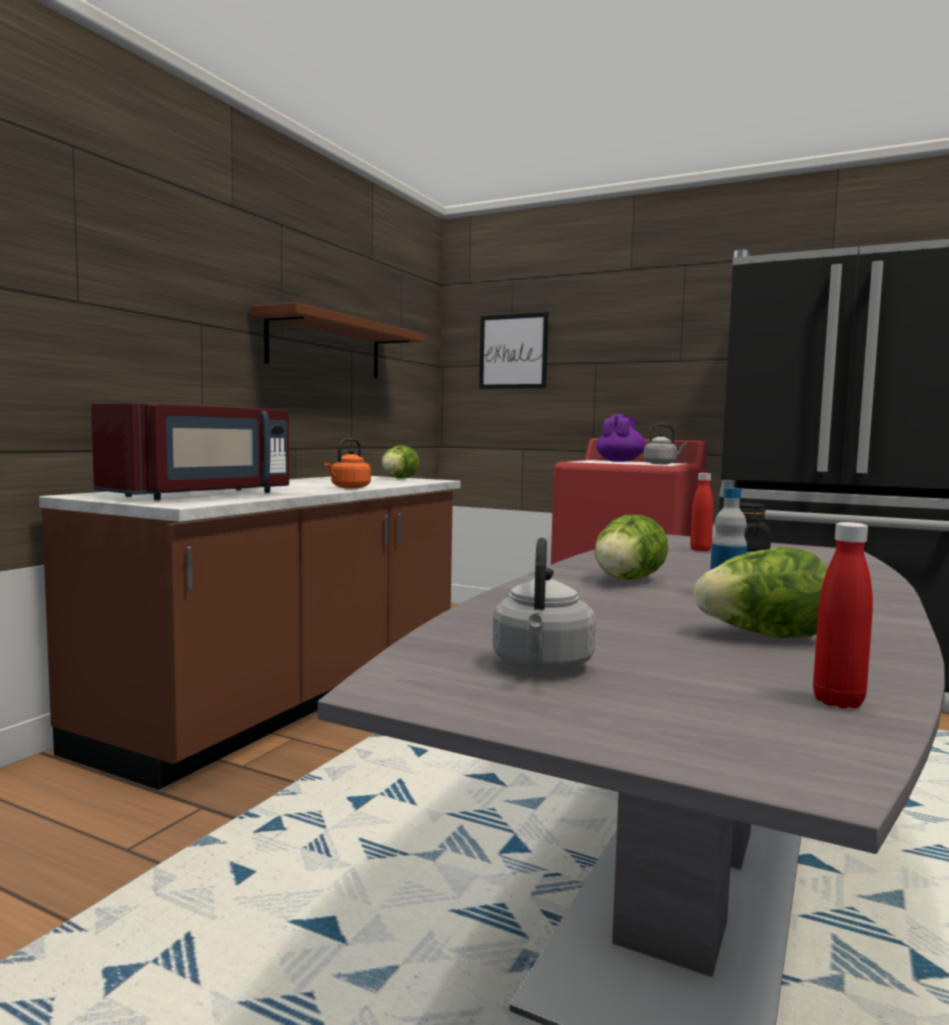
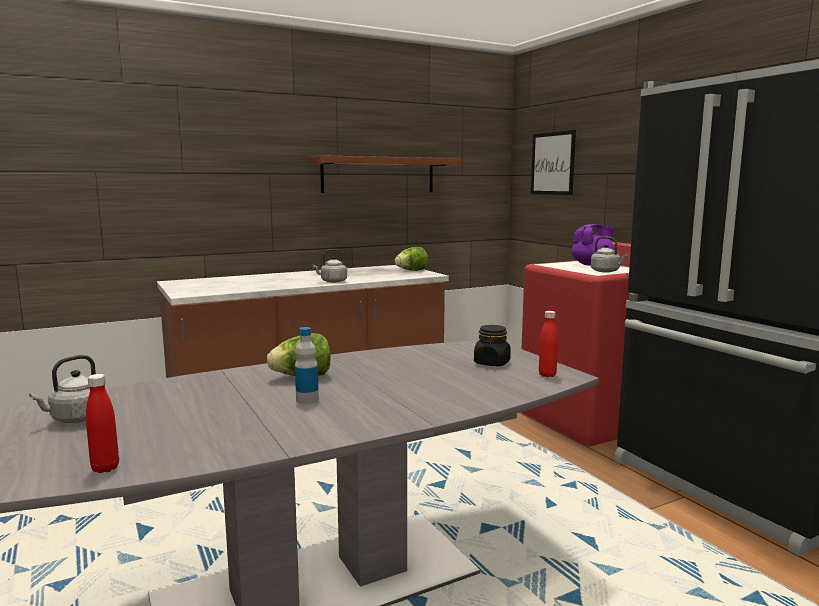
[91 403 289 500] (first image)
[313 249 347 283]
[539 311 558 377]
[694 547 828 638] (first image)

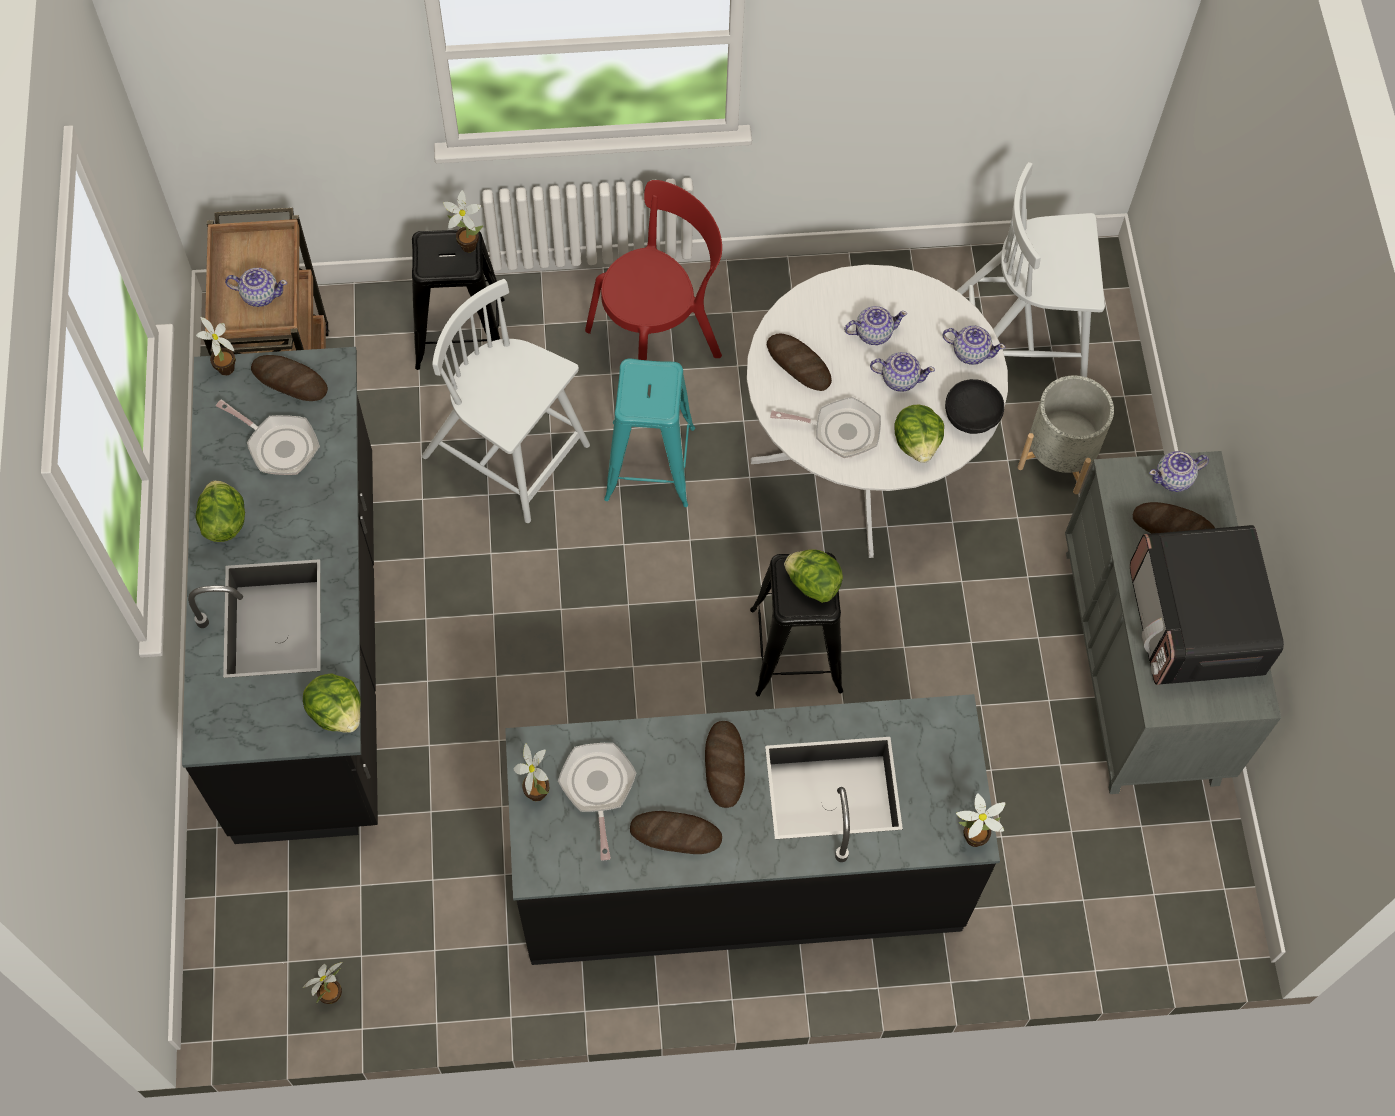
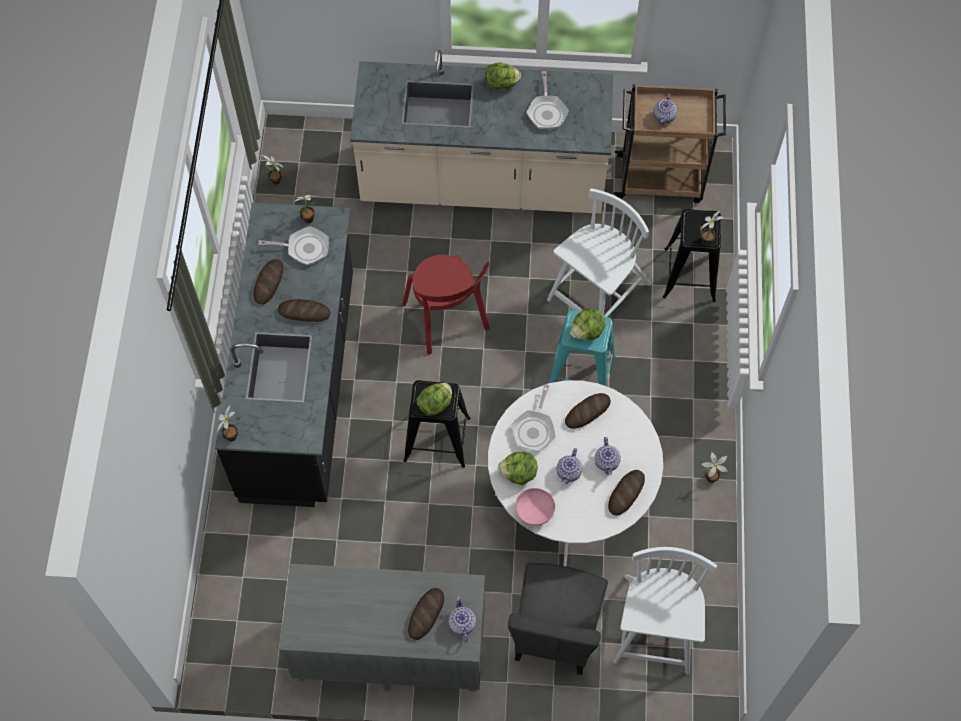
[350 50 613 214]
[701 452 728 483]
[526 71 569 129]
[608 470 645 516]
[570 308 605 340]
[402 254 490 355]
[942 325 1005 365] (first image)
[515 488 555 526]
[508 563 608 675]
[1130 525 1284 685] (first image)

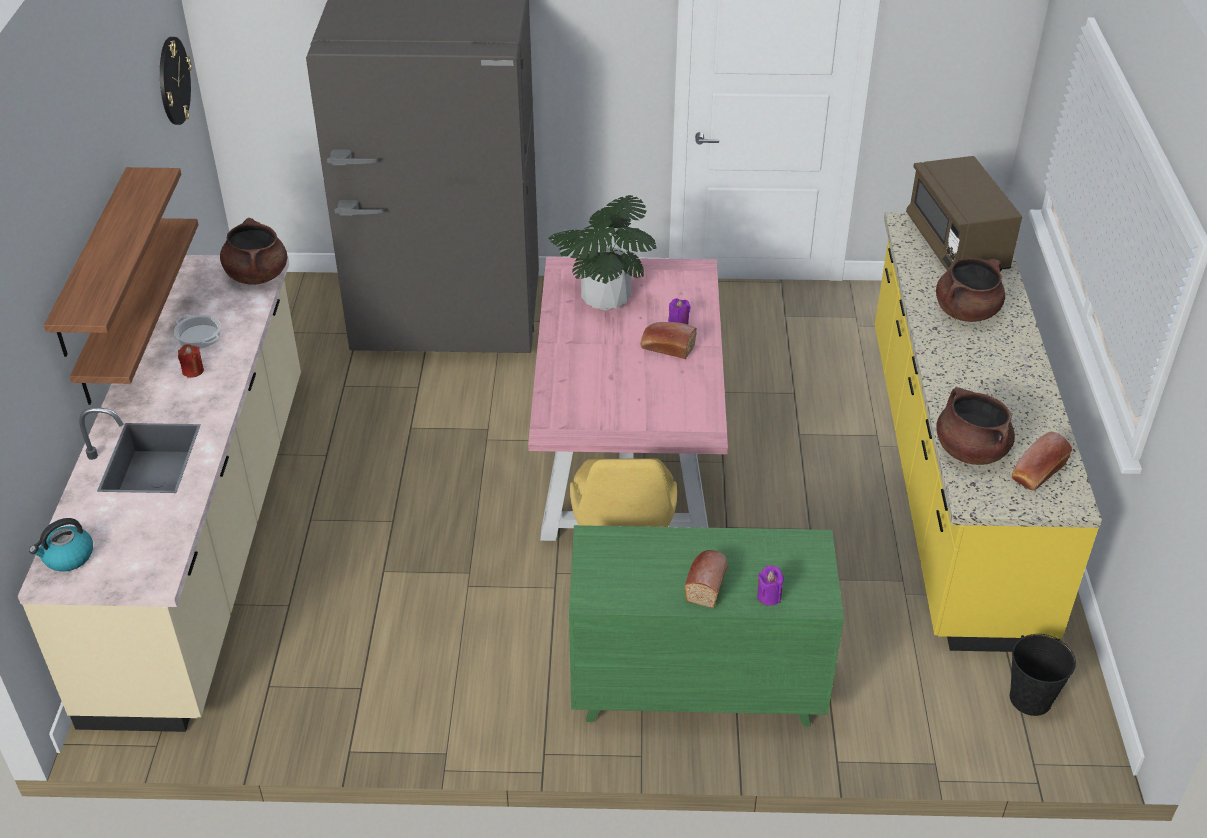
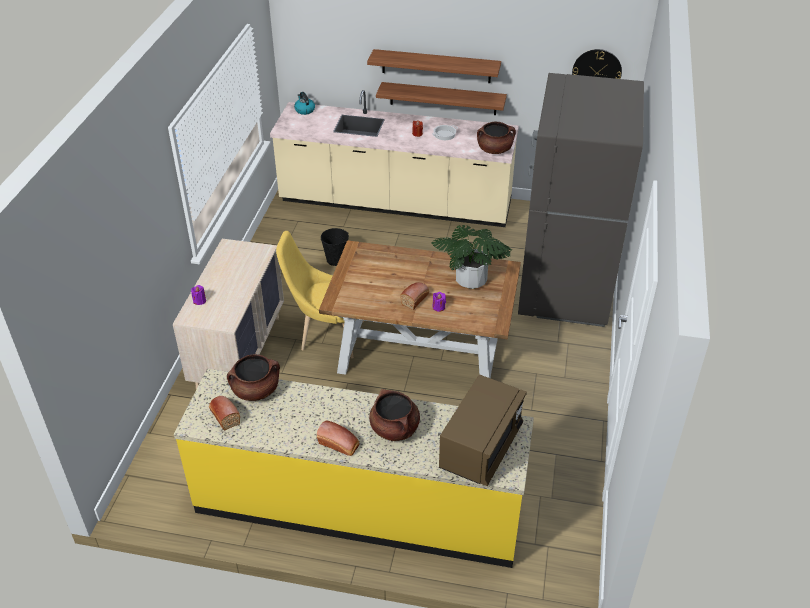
[319 240 521 378]
[173 239 284 389]
[317 420 359 456]
[439 375 527 486]
[321 228 349 266]

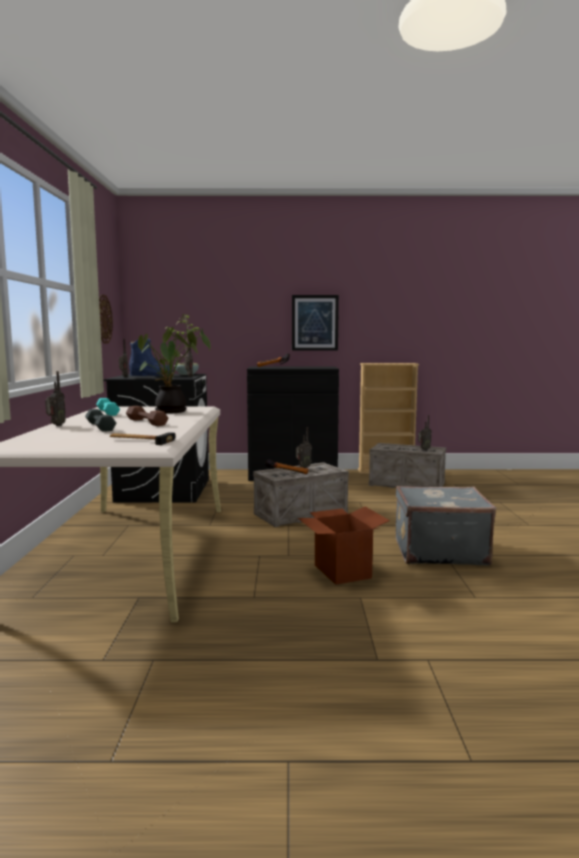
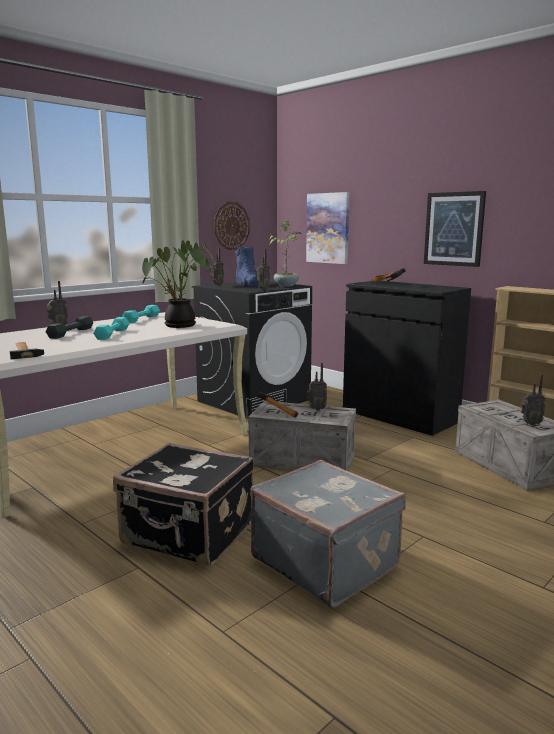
[93 317 130 340]
[113 442 254 566]
[306 192 350 264]

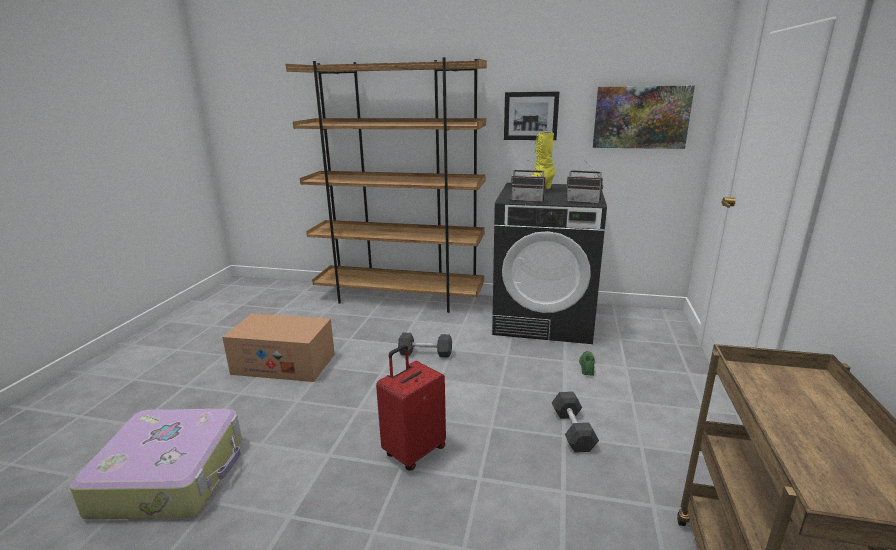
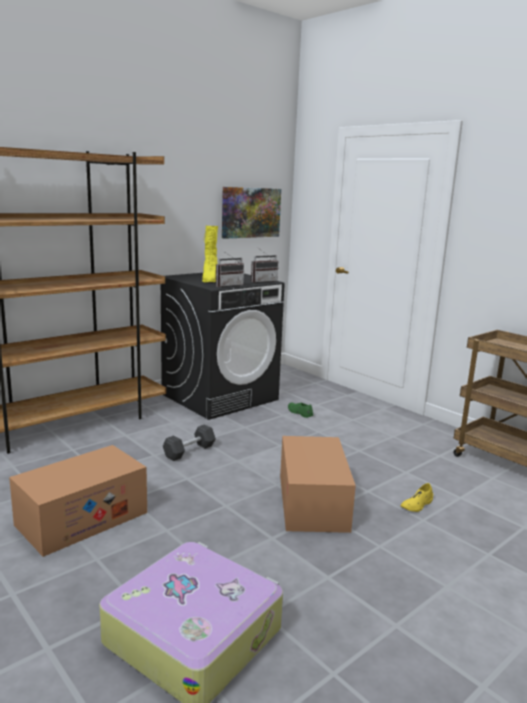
[280 436 356 533]
[504 91 560 140] (first image)
[552 391 599 453] (first image)
[401 483 433 512]

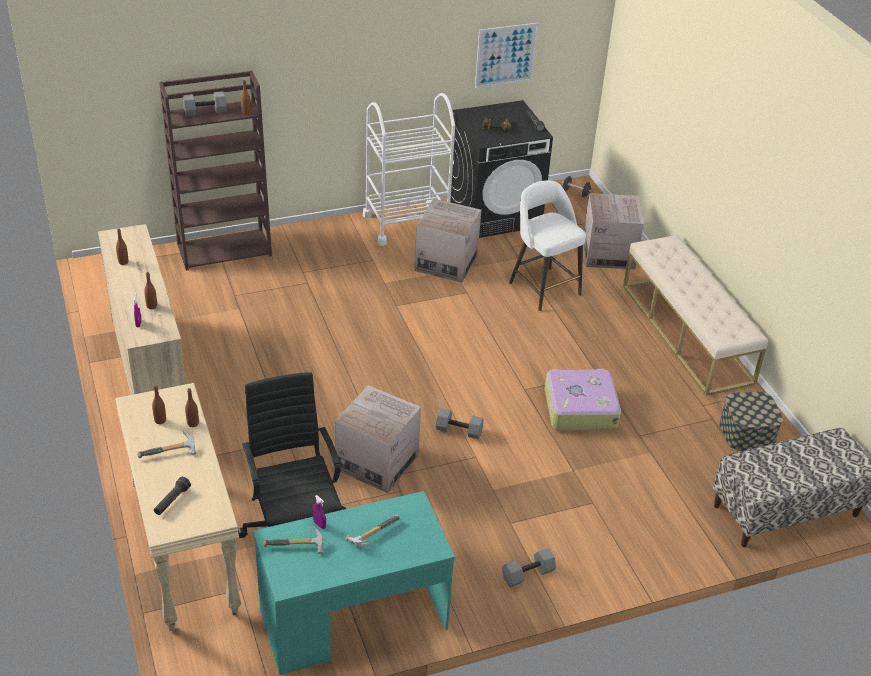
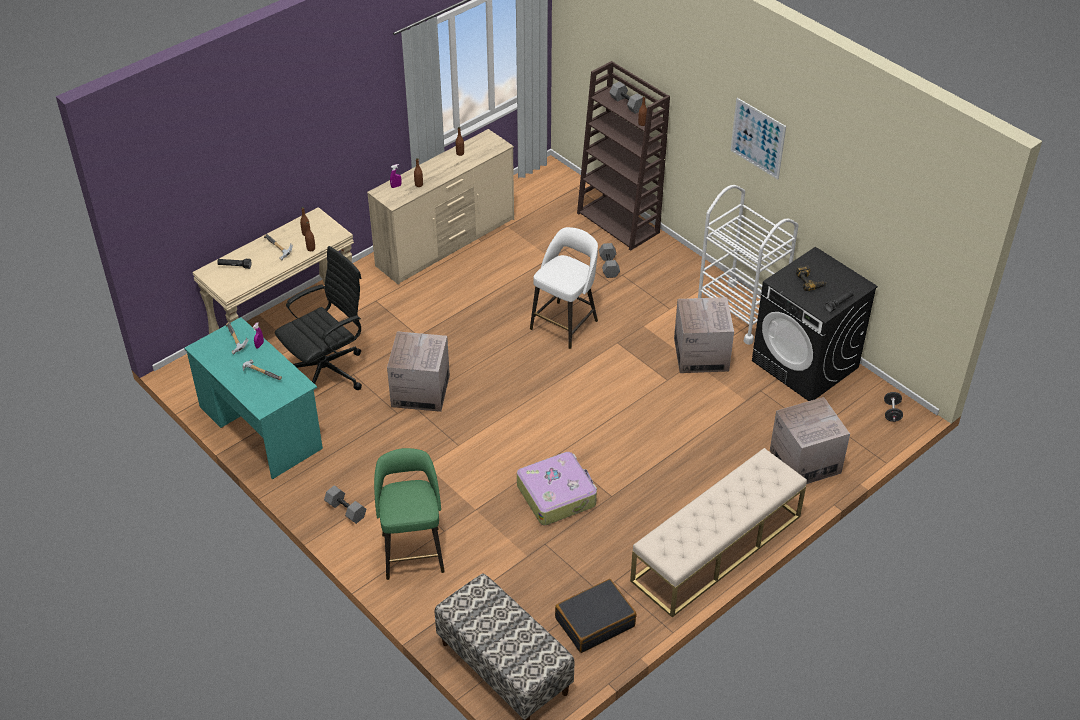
[599 243 620 278]
[730 98 786 179]
[530 227 598 349]
[555 579 636 653]
[374 448 445 580]

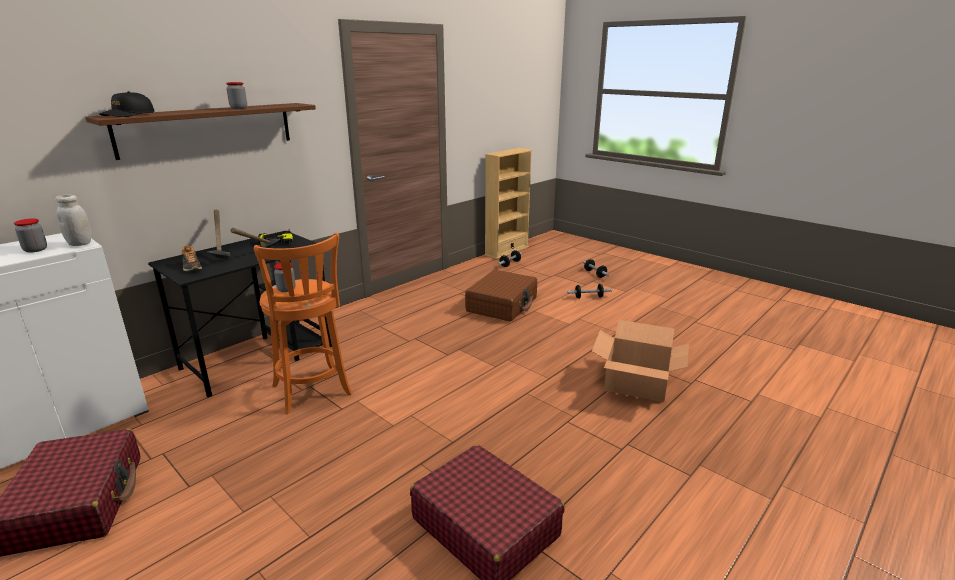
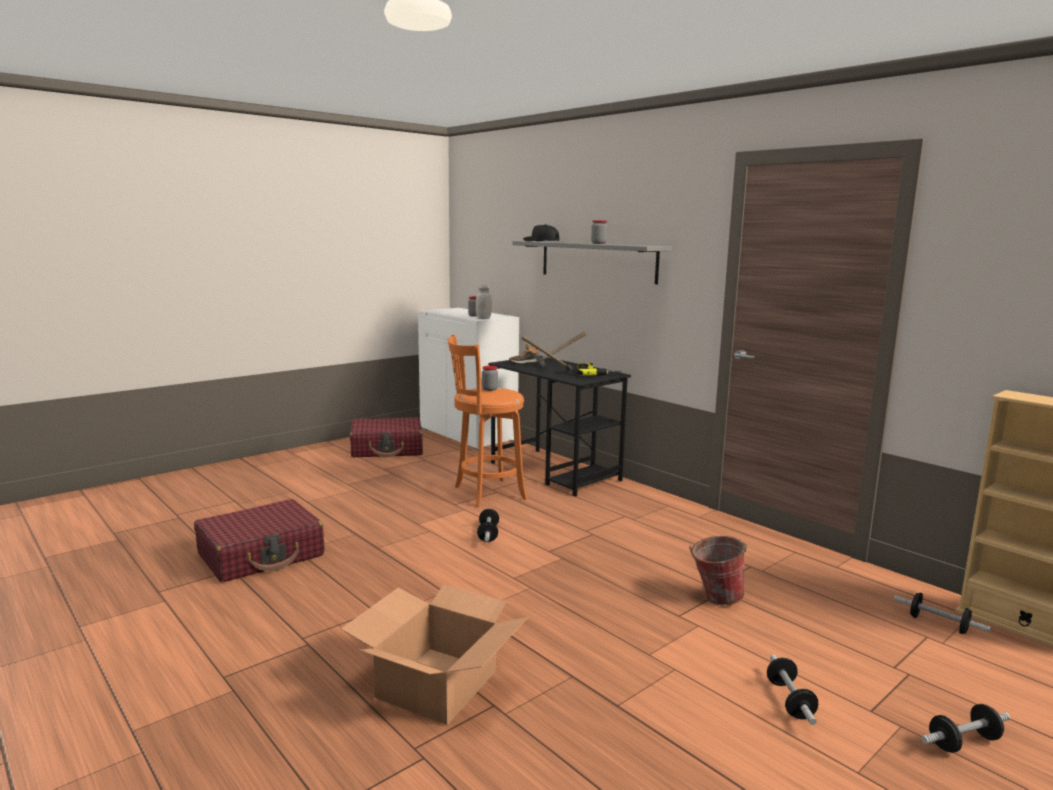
[512 241 671 284]
[689 536 748 605]
[477 509 499 542]

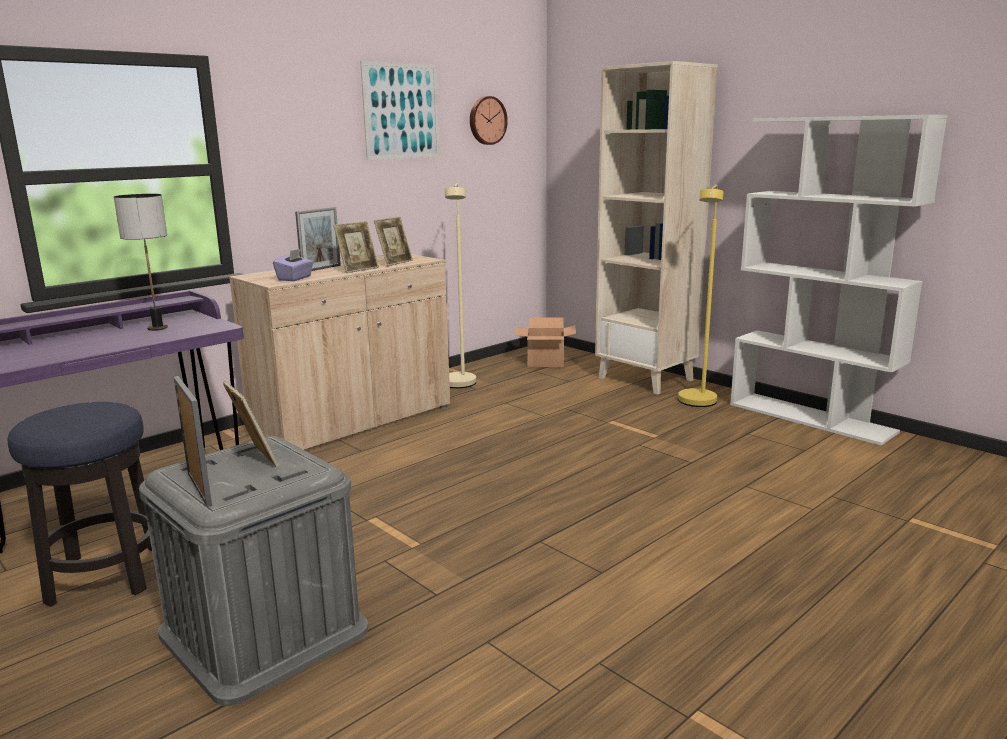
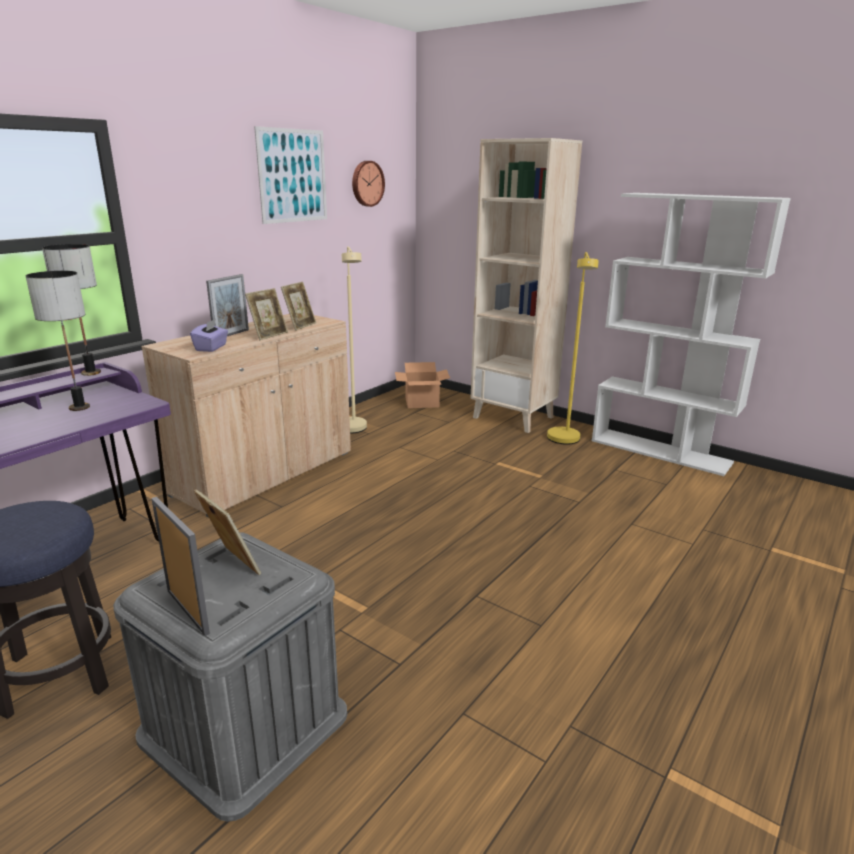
[42 244 101 376]

